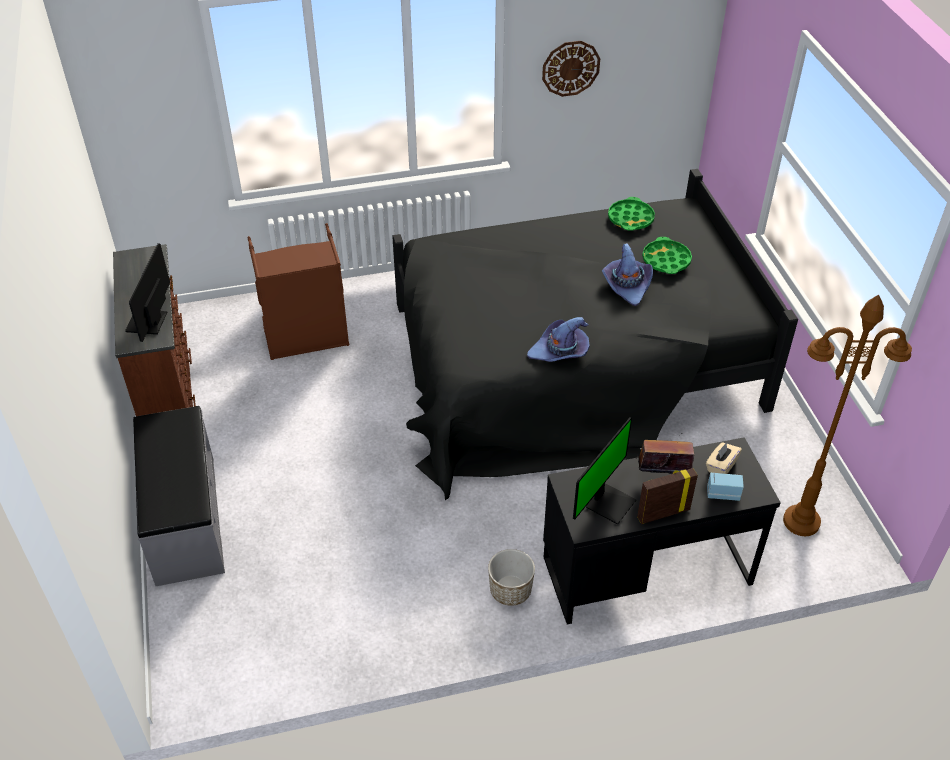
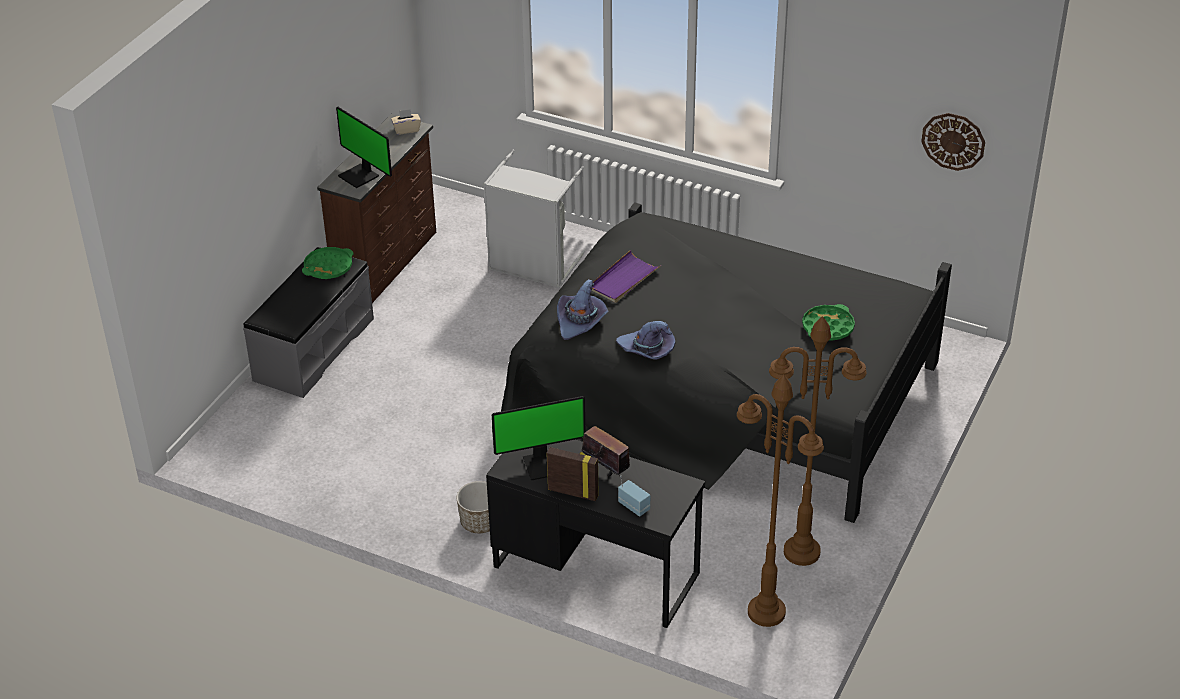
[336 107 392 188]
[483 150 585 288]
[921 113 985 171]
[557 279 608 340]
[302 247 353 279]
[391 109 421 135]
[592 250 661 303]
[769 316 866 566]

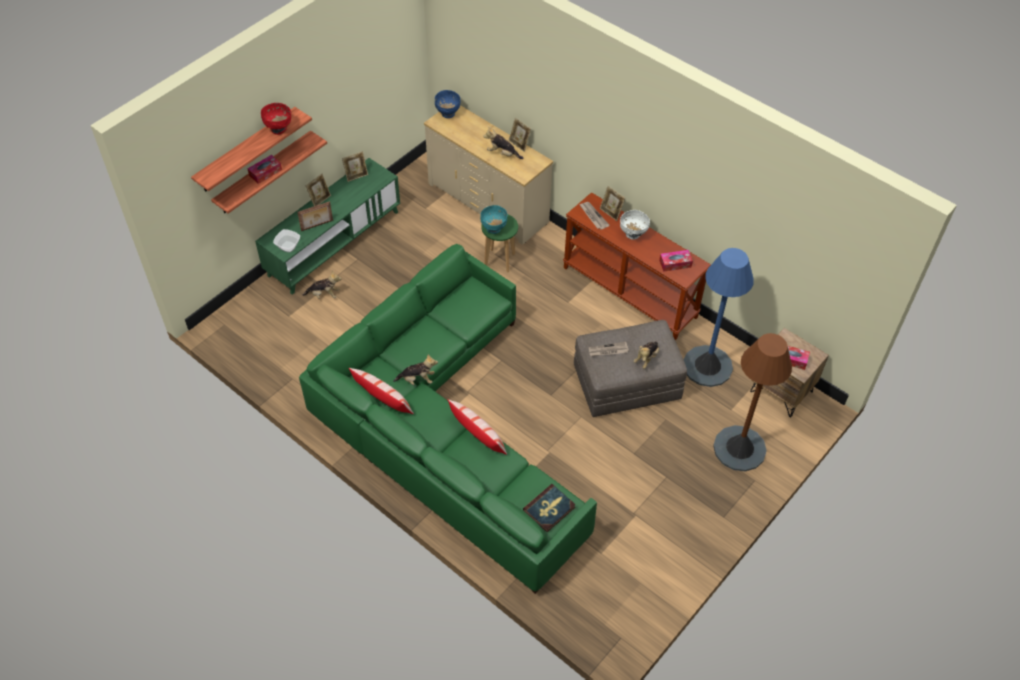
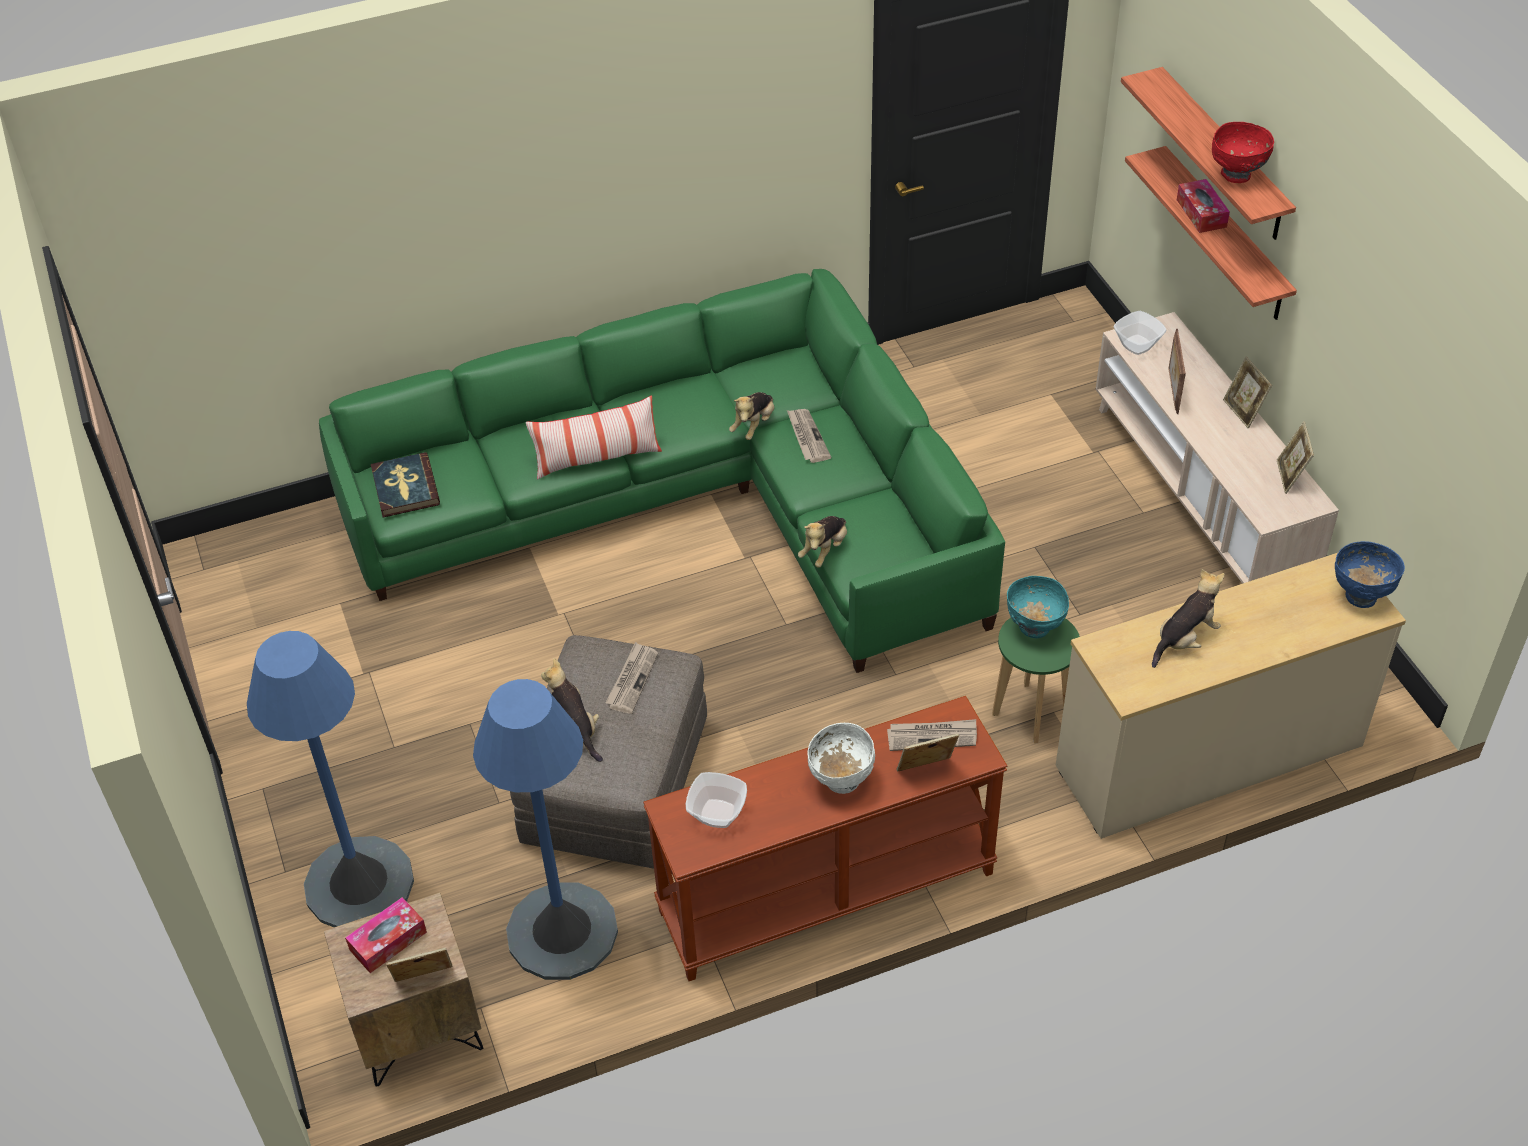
[1096 312 1339 584]
[798 516 847 568]
[349 368 414 414] (first image)
[386 948 453 982]
[686 772 747 828]
[247 631 414 927]
[787 409 831 463]

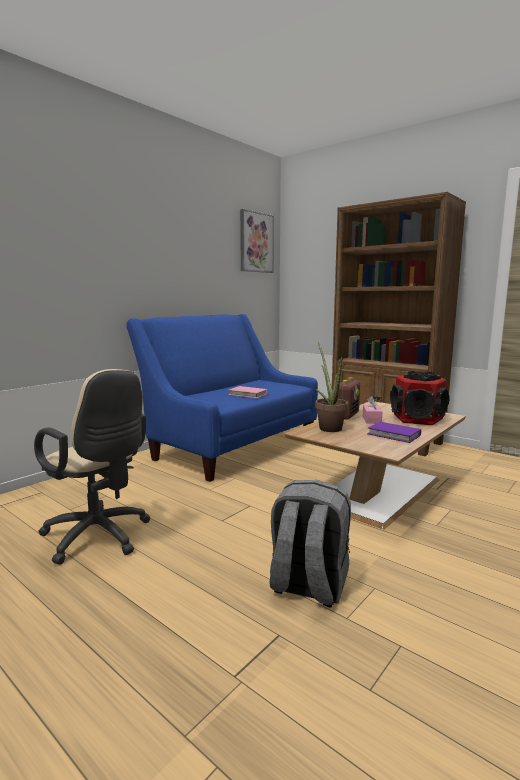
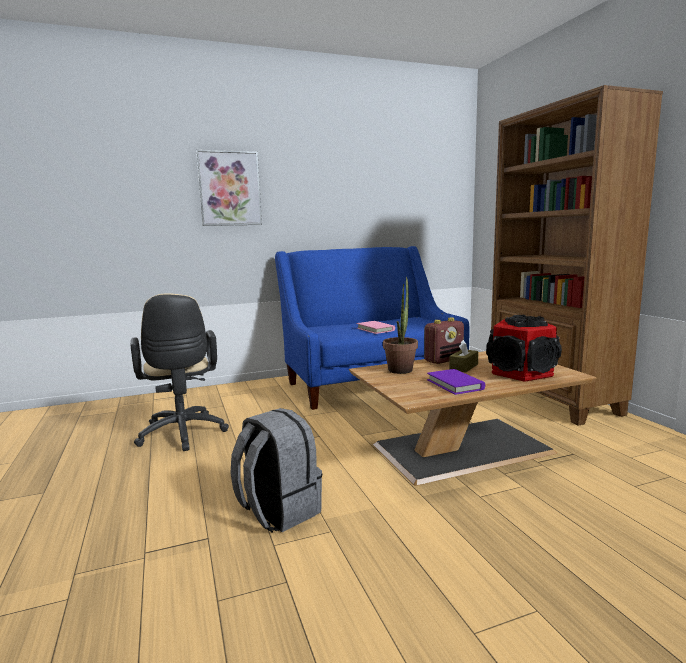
[196 150 262 226]
[449 340 479 372]

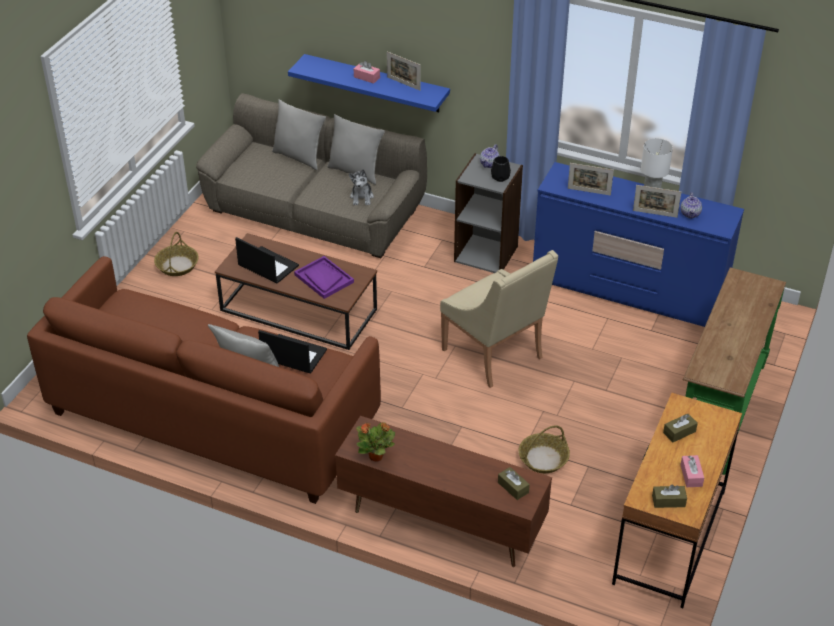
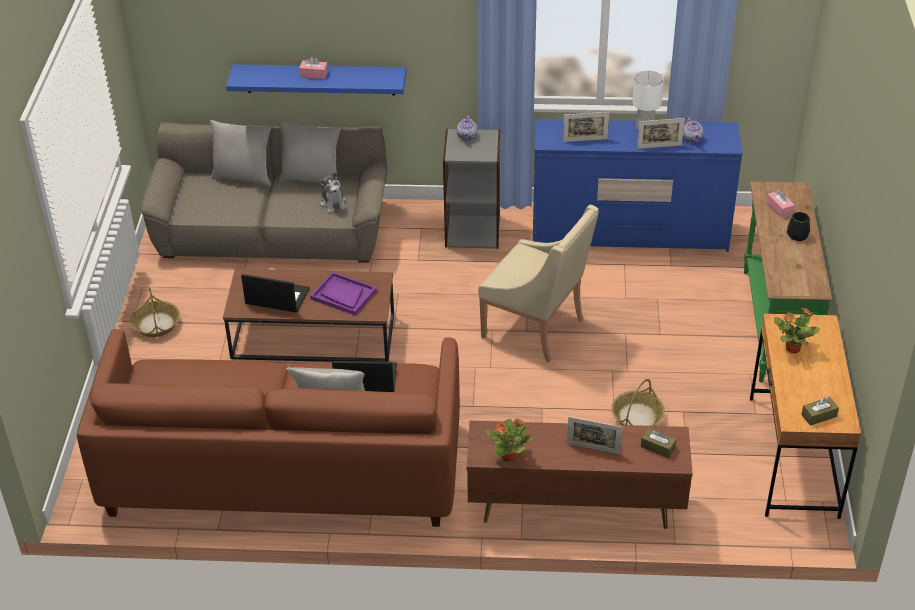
[567 417 622 454]
[787 212 810 241]
[774 308 820 354]
[766 190 795 218]

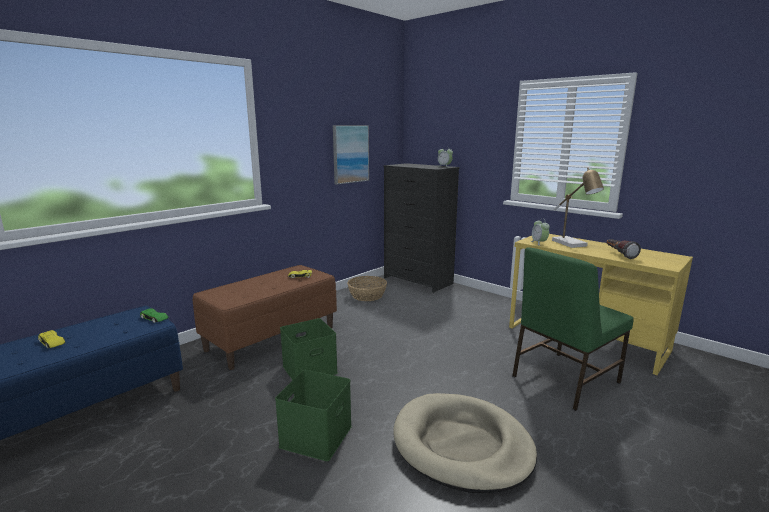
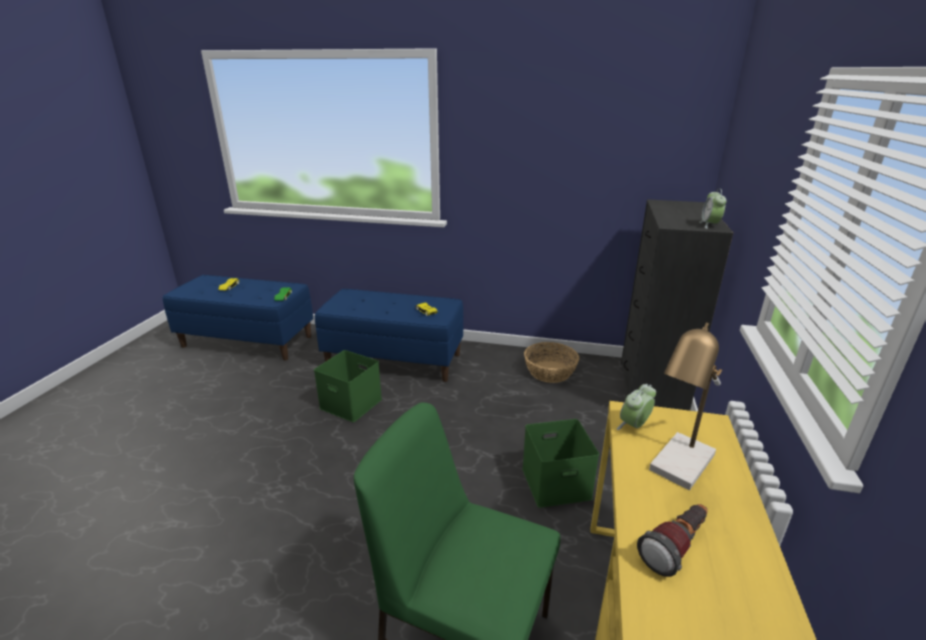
[315 289 463 382]
[522 419 599 508]
[333 125 369 185] (first image)
[393 393 537 493] (first image)

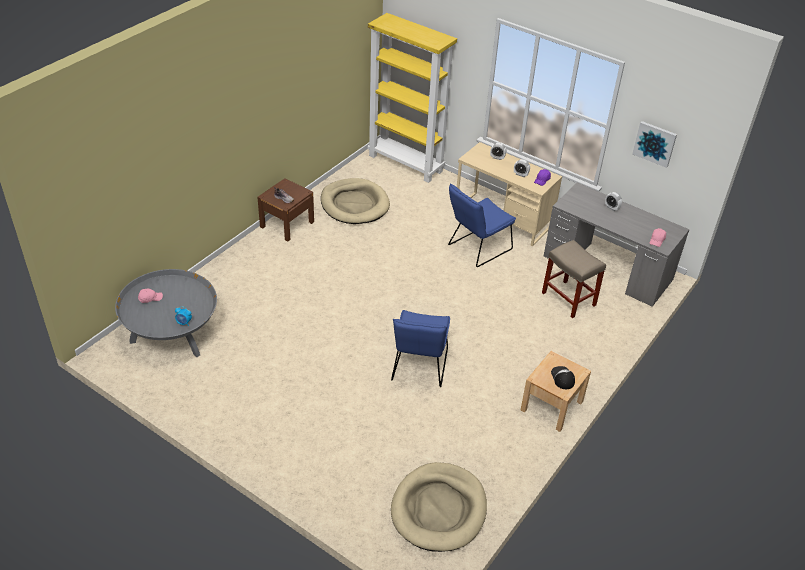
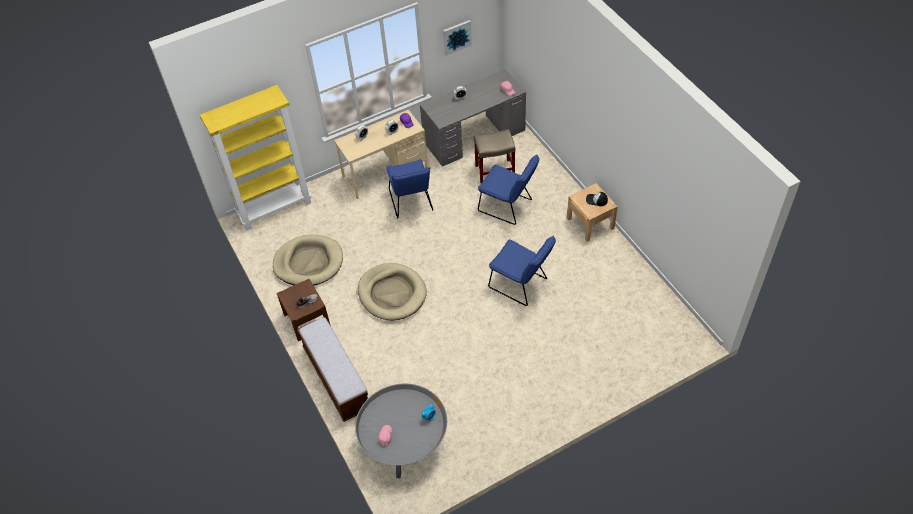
[358 263 427 320]
[297 317 368 422]
[478 155 539 225]

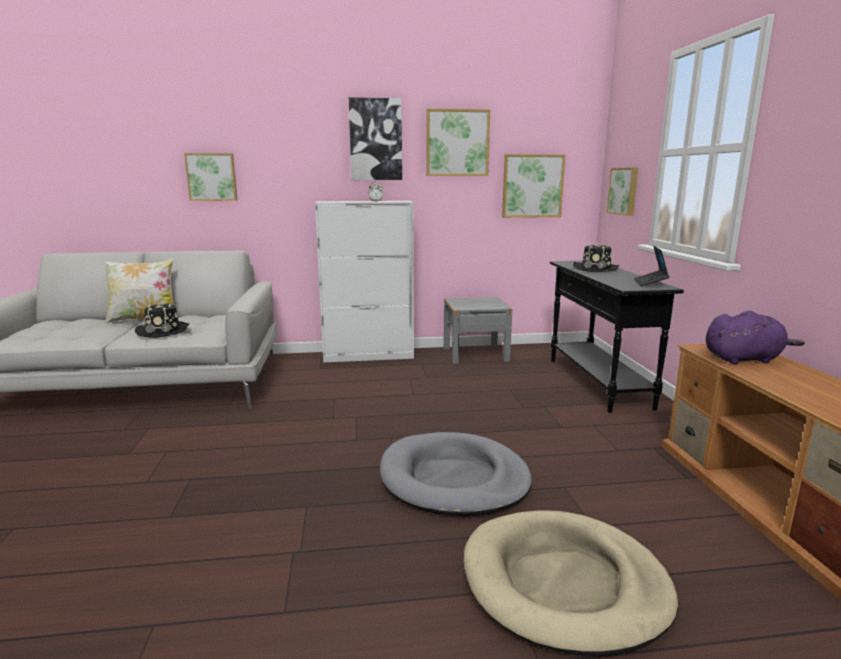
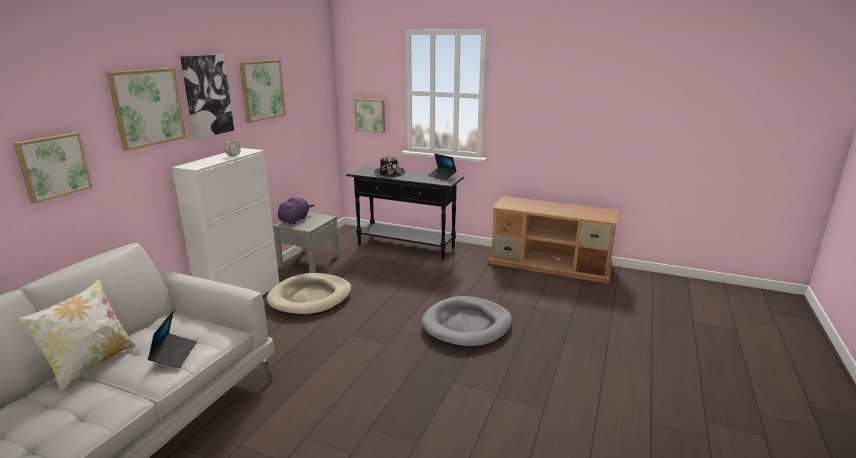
[147 310 197 368]
[266 273 351 316]
[106 68 186 151]
[278 197 314 224]

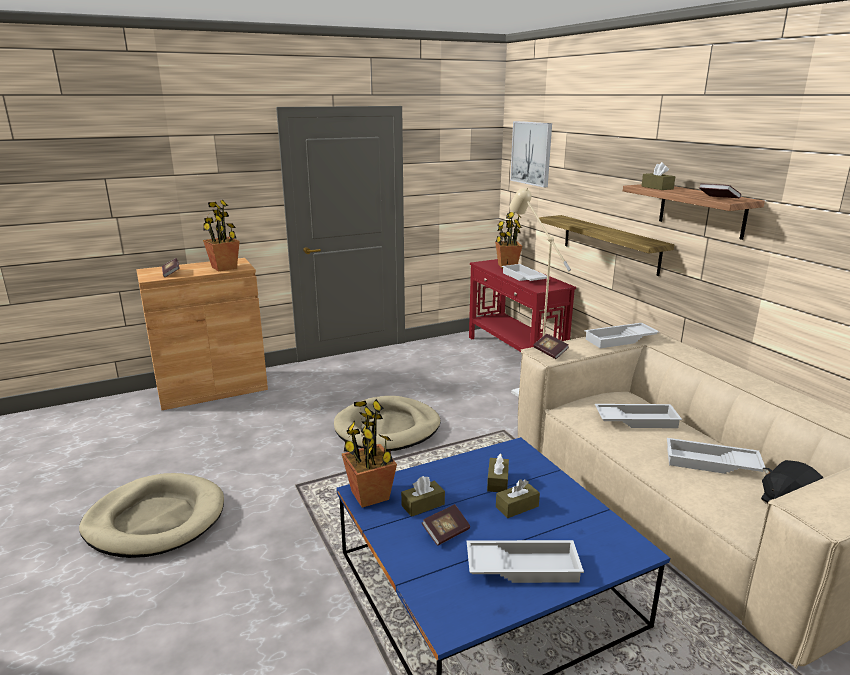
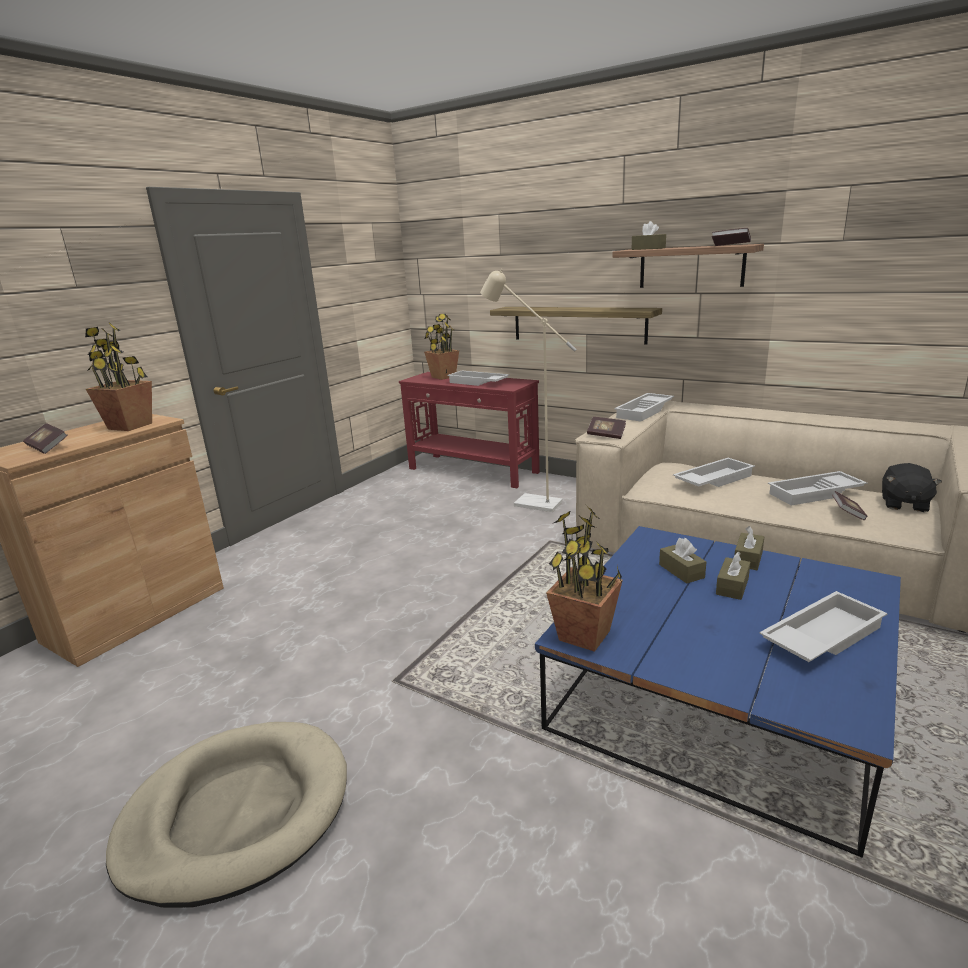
[334 396 440 451] (first image)
[734 526 764 570]
[832 491 867 520]
[510 121 552 188] (first image)

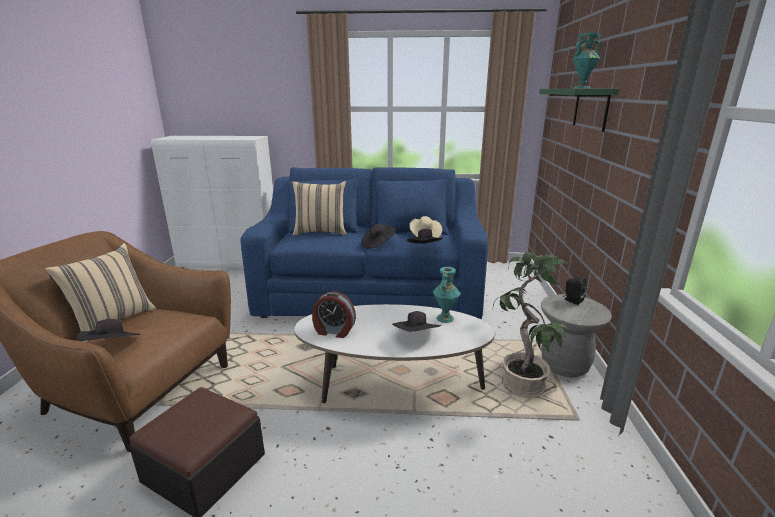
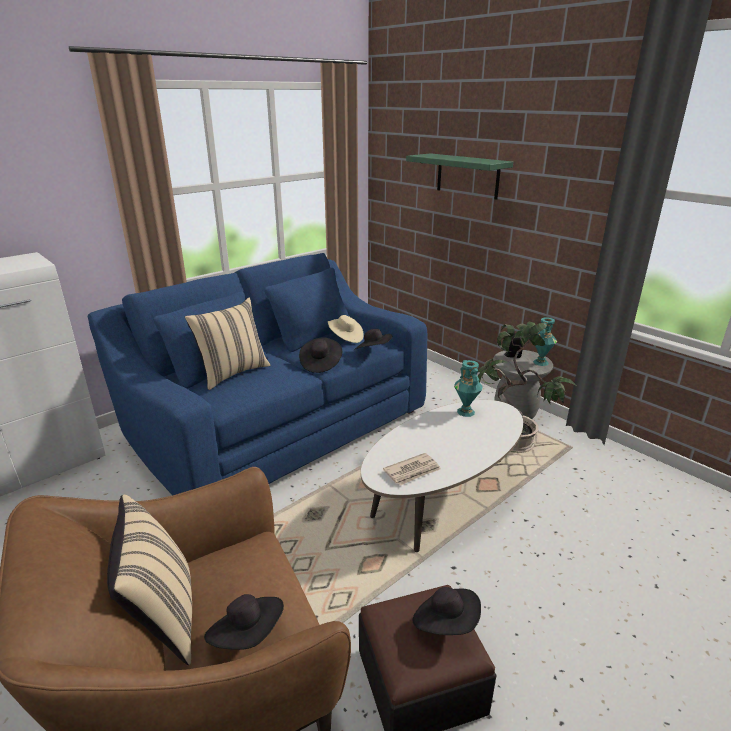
[383 453 441 486]
[413 587 481 635]
[533 317 557 366]

